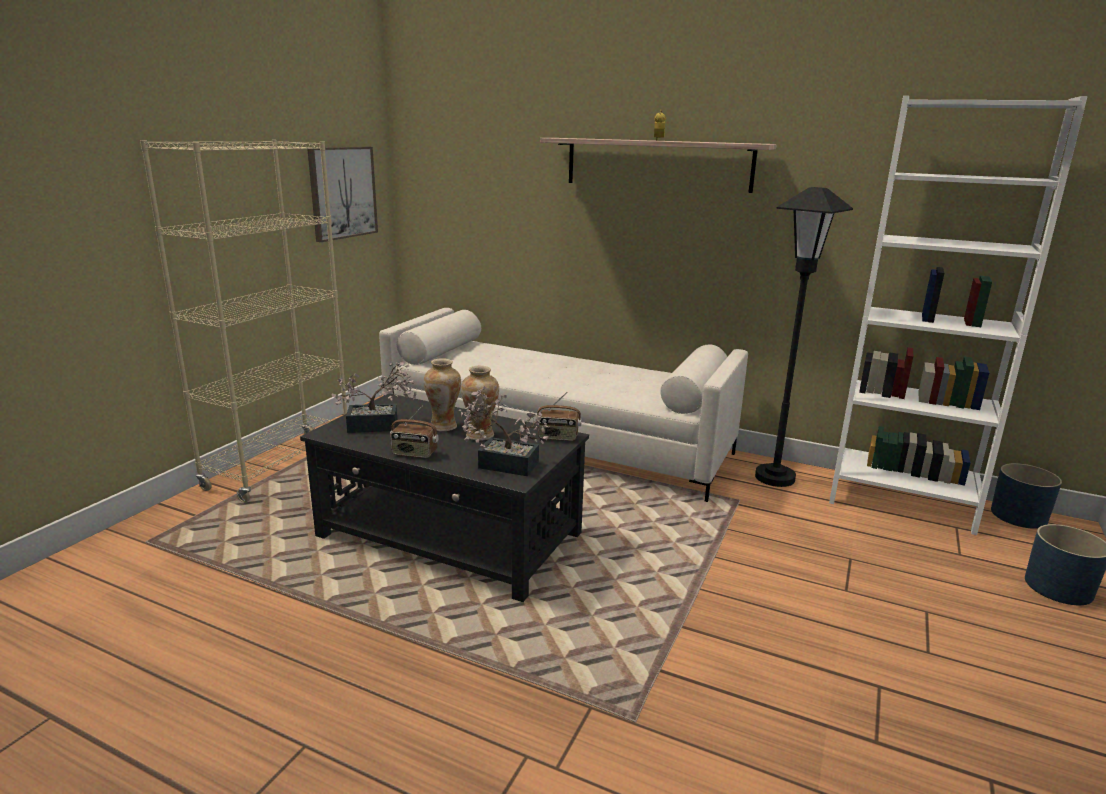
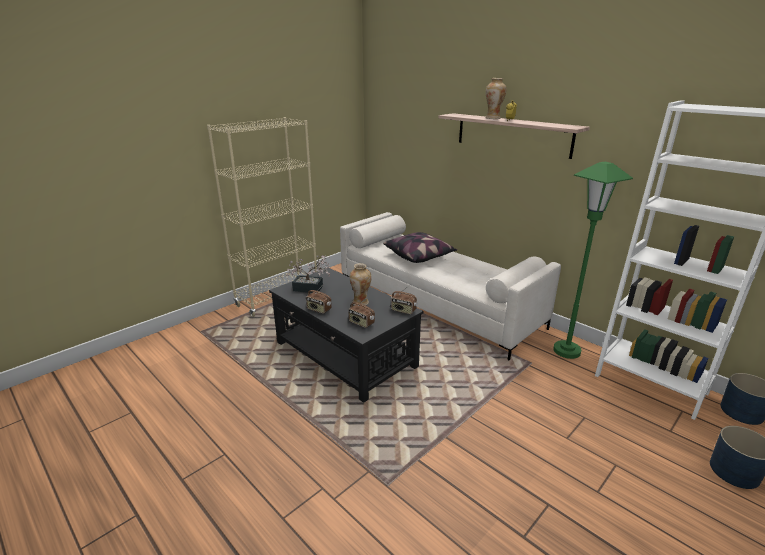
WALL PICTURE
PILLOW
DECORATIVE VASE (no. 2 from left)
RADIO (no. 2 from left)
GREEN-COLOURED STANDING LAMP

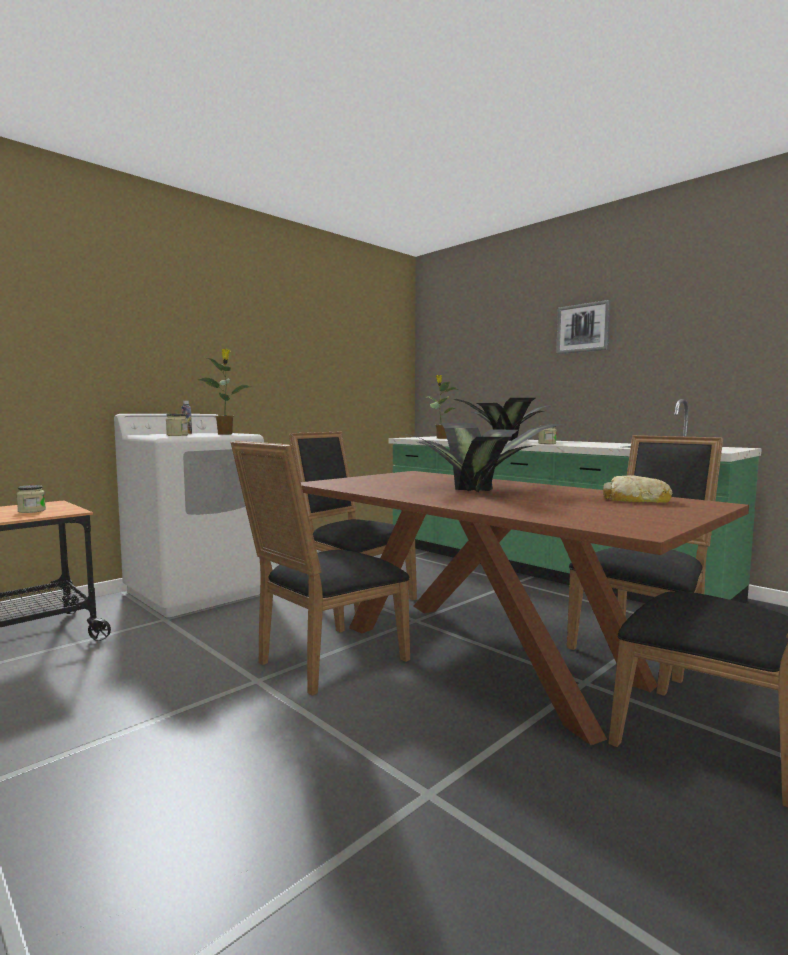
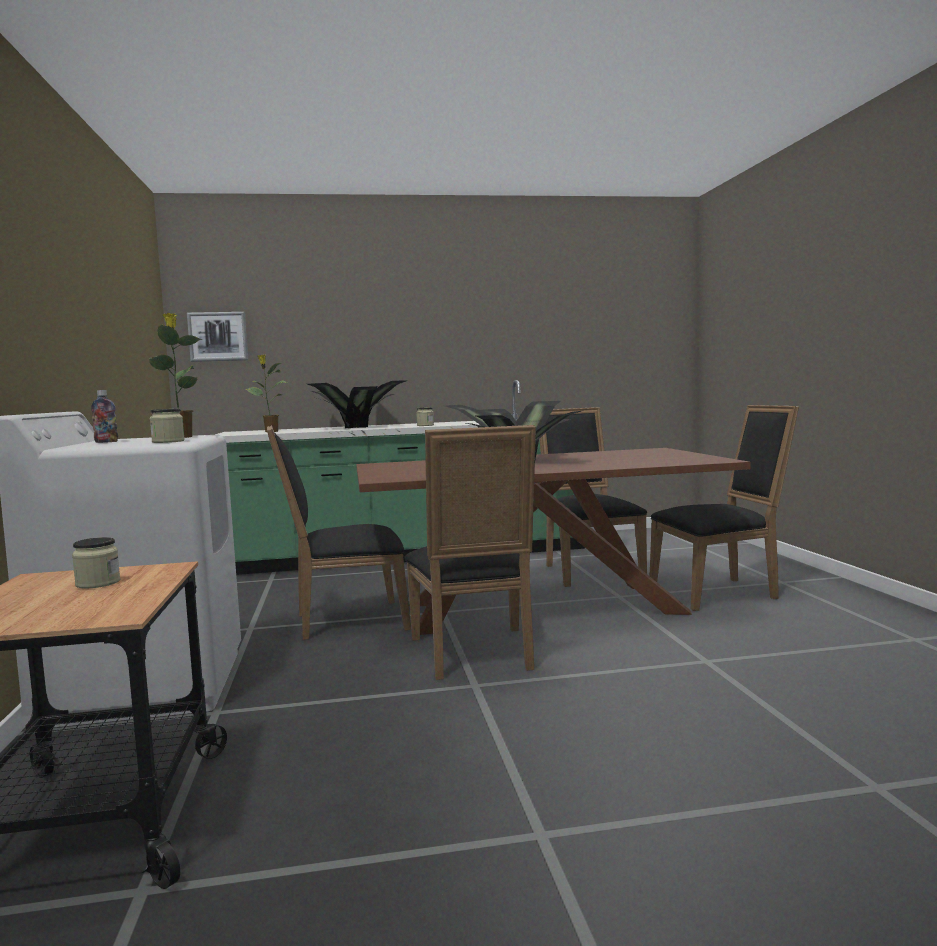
BAKED BREAD
WALL PICTURE

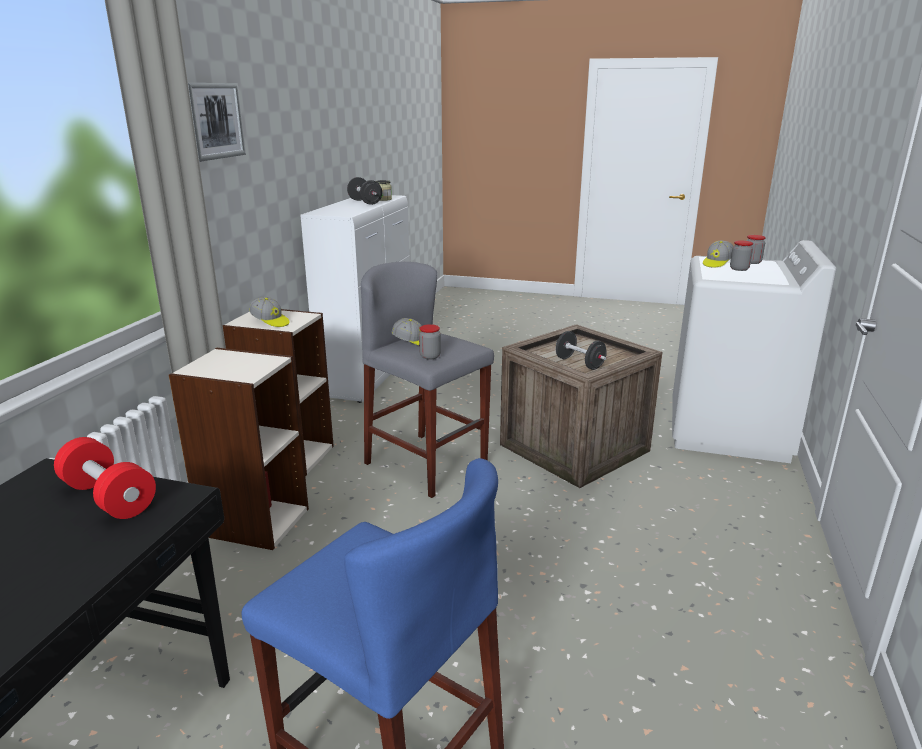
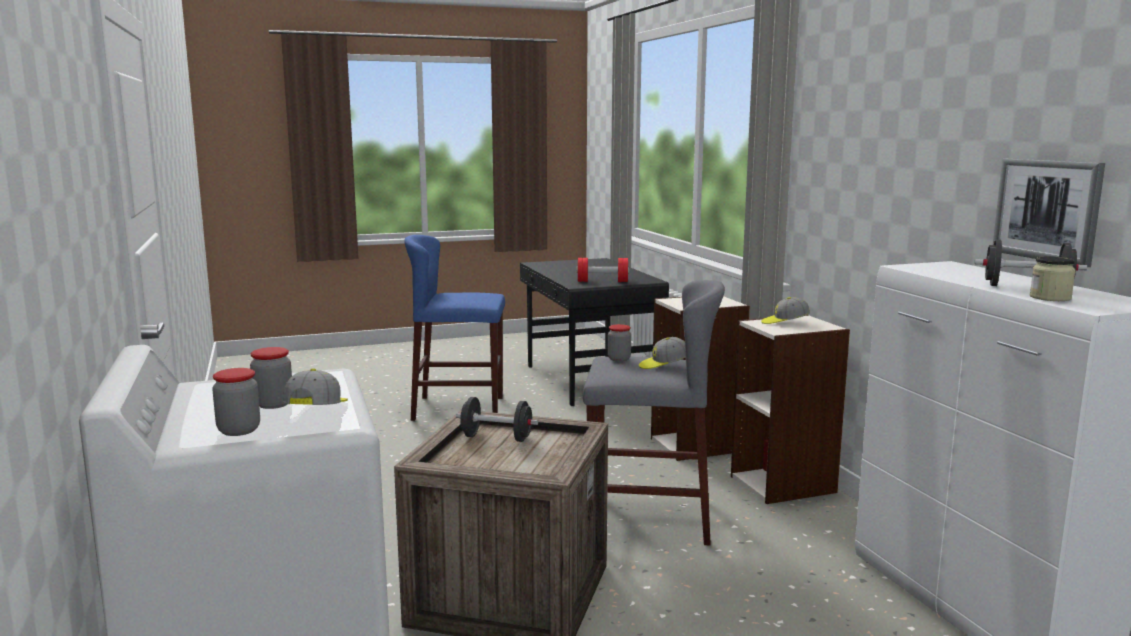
WALL PICTURE

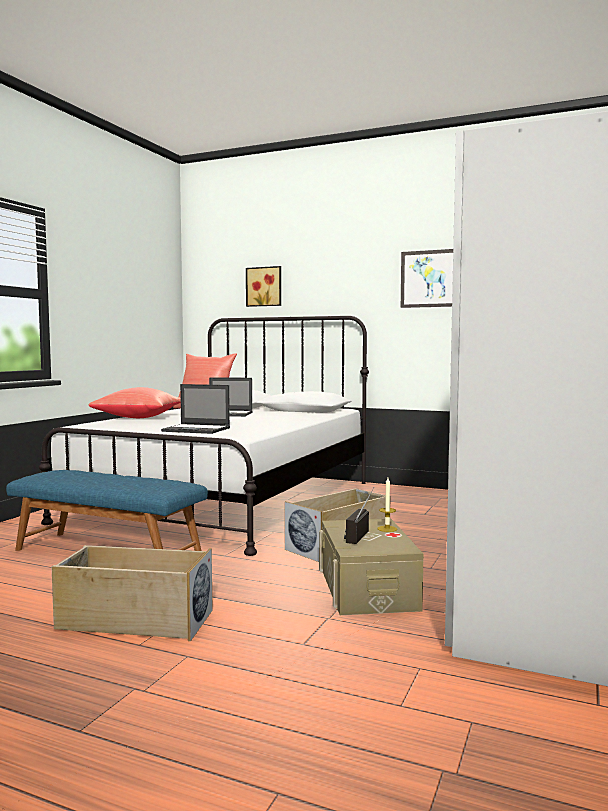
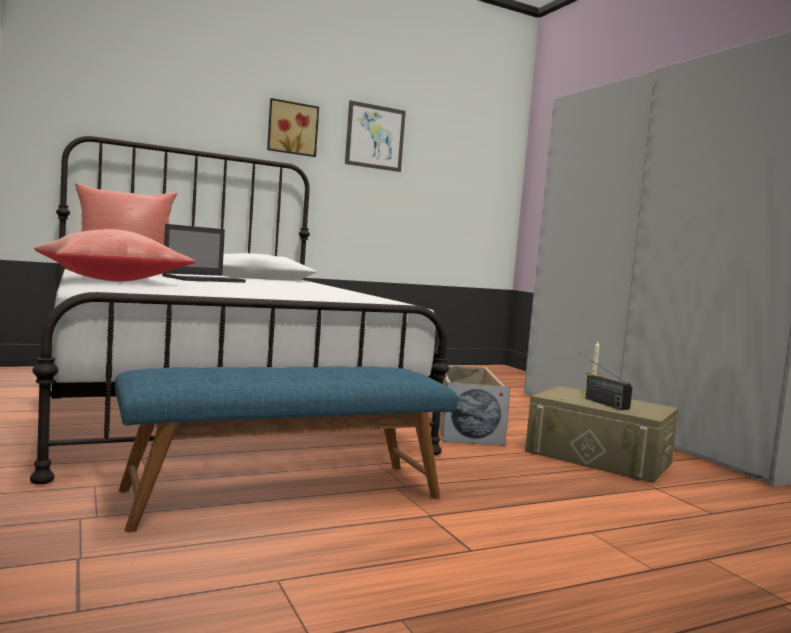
SAND-COLOURED STORAGE CONTAINER (no. 1 from left in the first image)
PORTABLE COMPUTER (no. 1 from left in the first image)
WALL PICTURE (no. 1 from left)

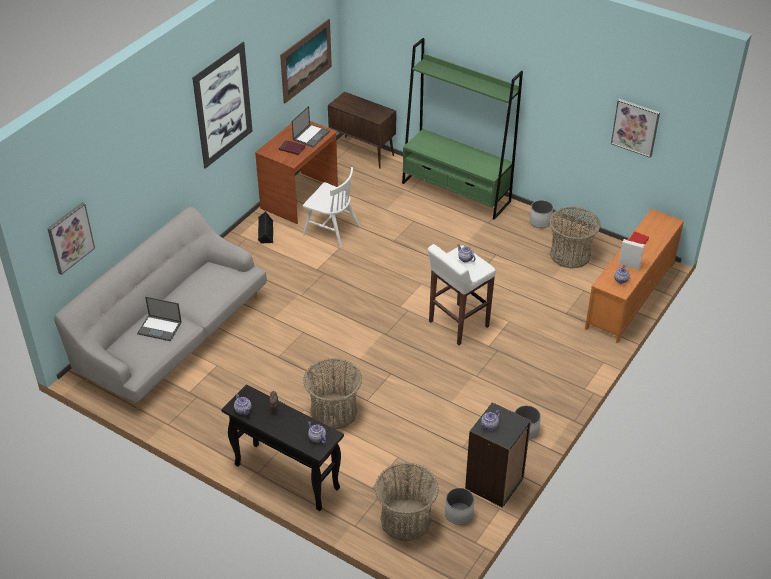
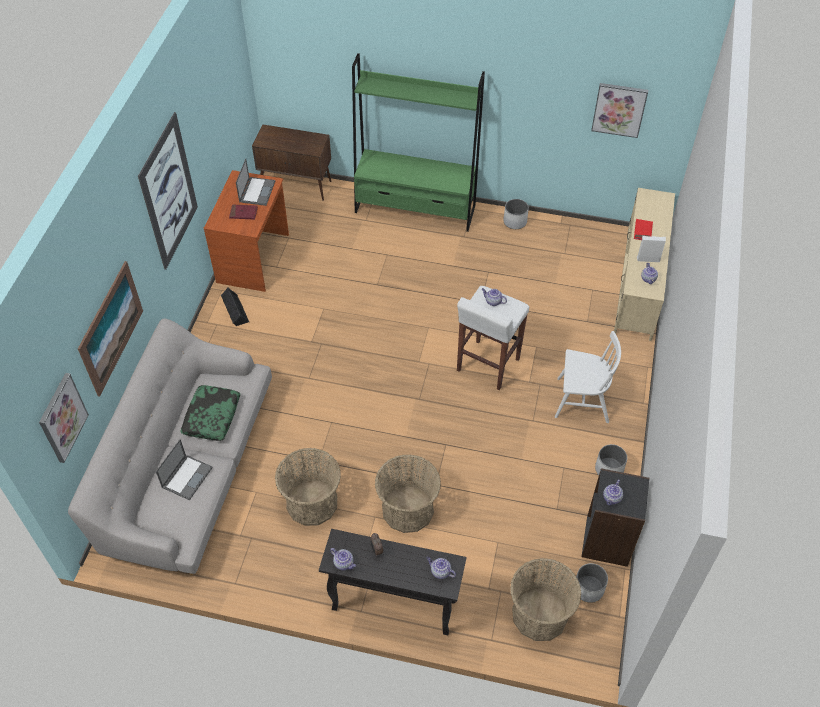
PILLOW
WALL PICTURE (no. 2 from left)
WHITISH CHAIR
HOUSEHOLD BASKET (no. 1 from left)
SAND-COLOURED MEDIA CONSOLE
PORTABLE COMPUTER (no. 1 from left)

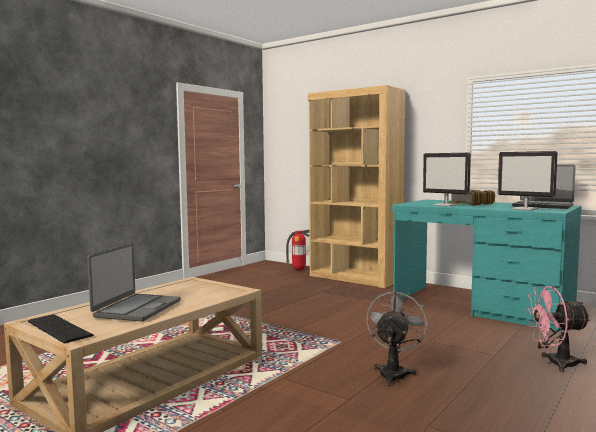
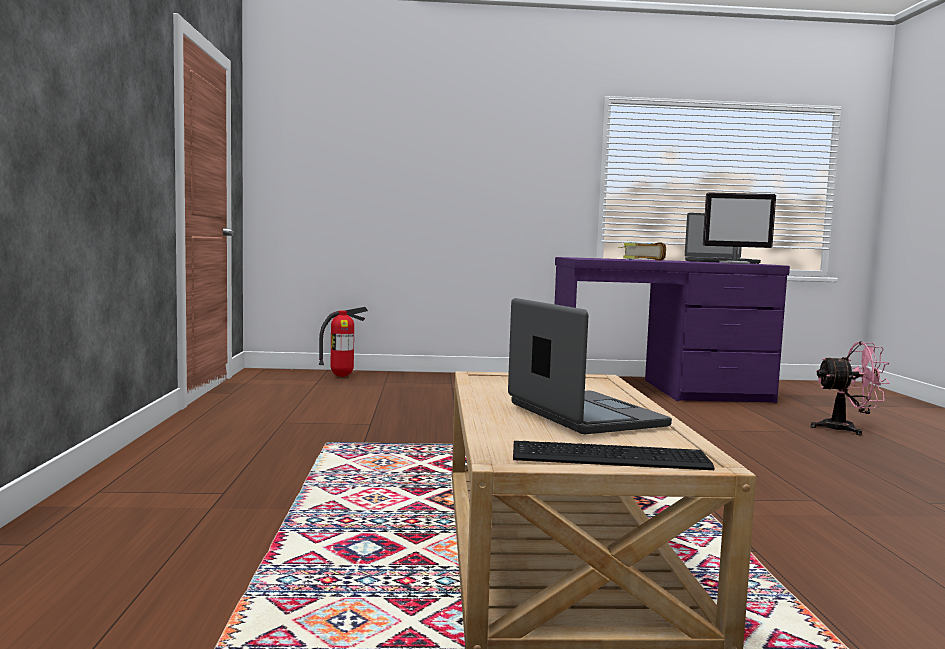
BROWN BOOKCASE
GREYISH COOLING FAN
MONITOR (no. 1 from left in the first image)
PURPLISH DESK TABLE
PINK COOLING FAN

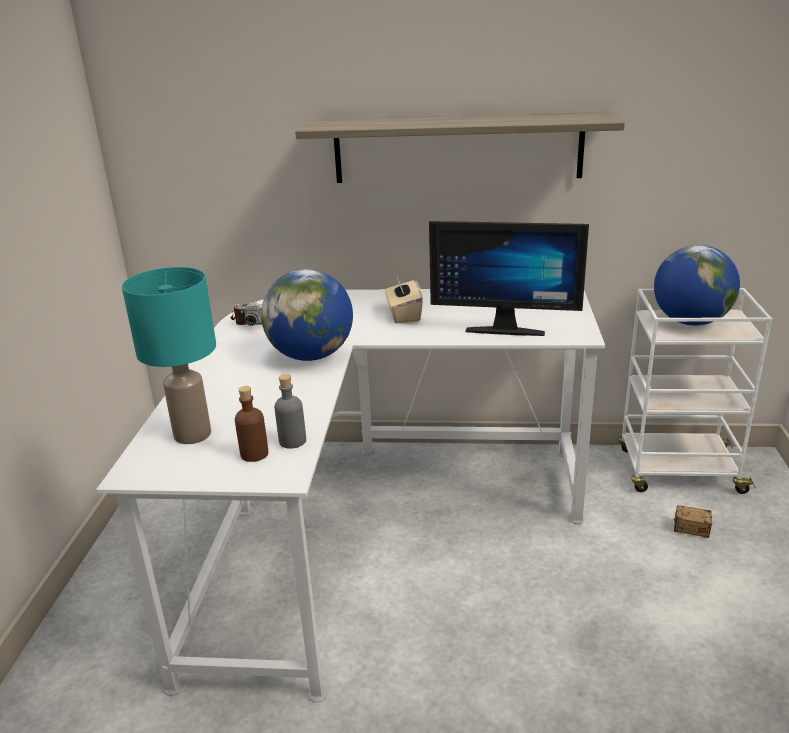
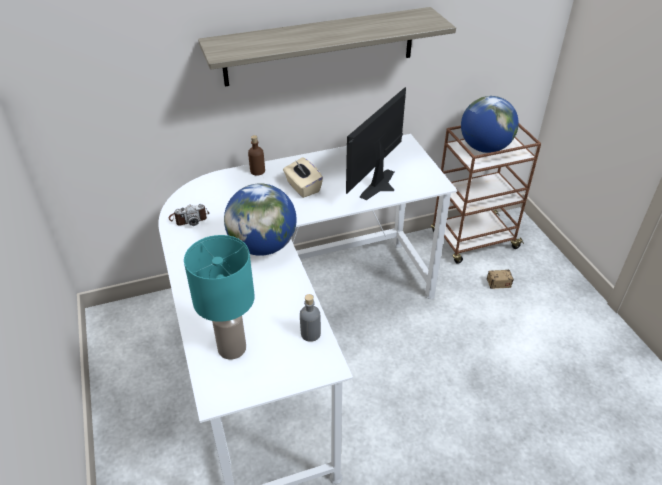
BROWN BEVERAGE BOTTLE
BROWN CART
MONITOR

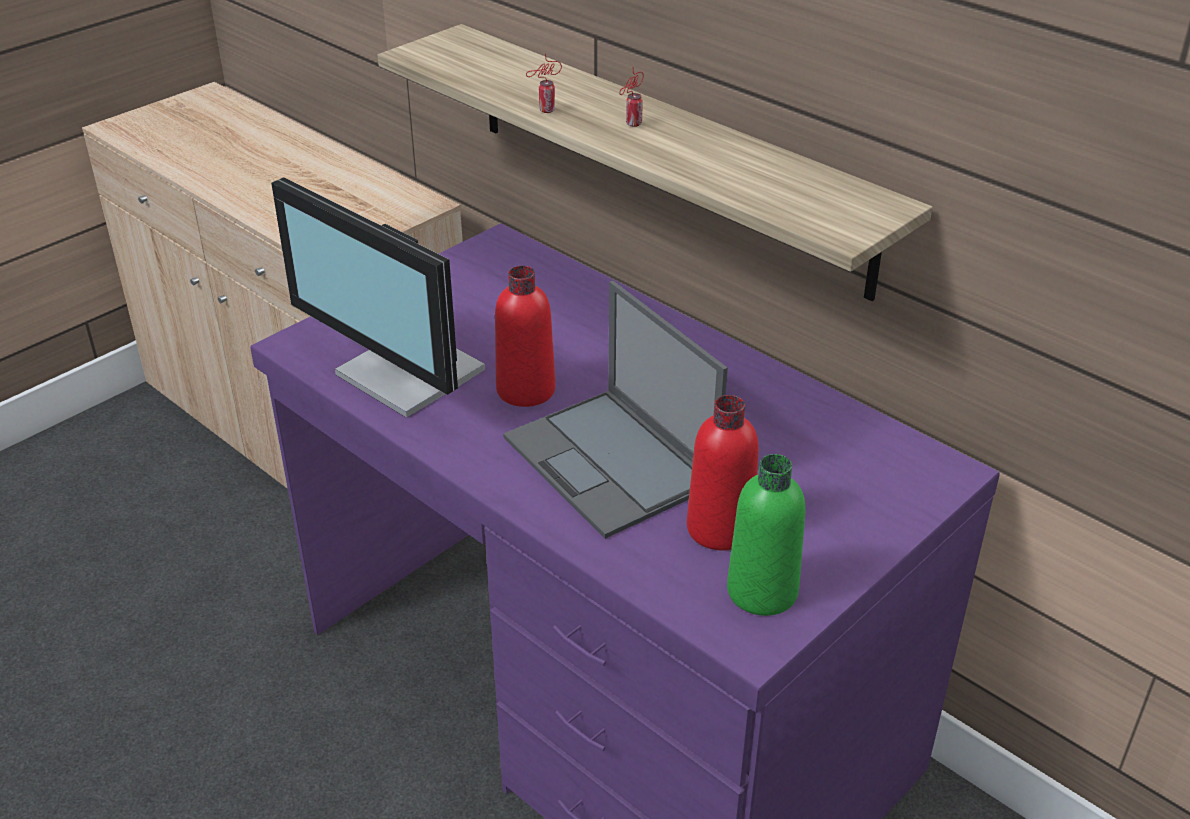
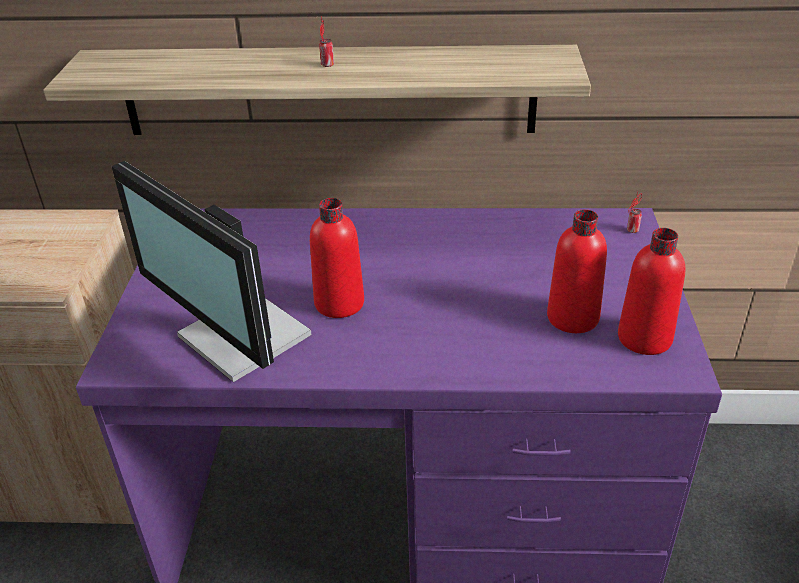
PORTABLE COMPUTER
SEALED CAN (no. 2 from left)
RED BEVERAGE BOTTLE (no. 3 from left)
MONITOR

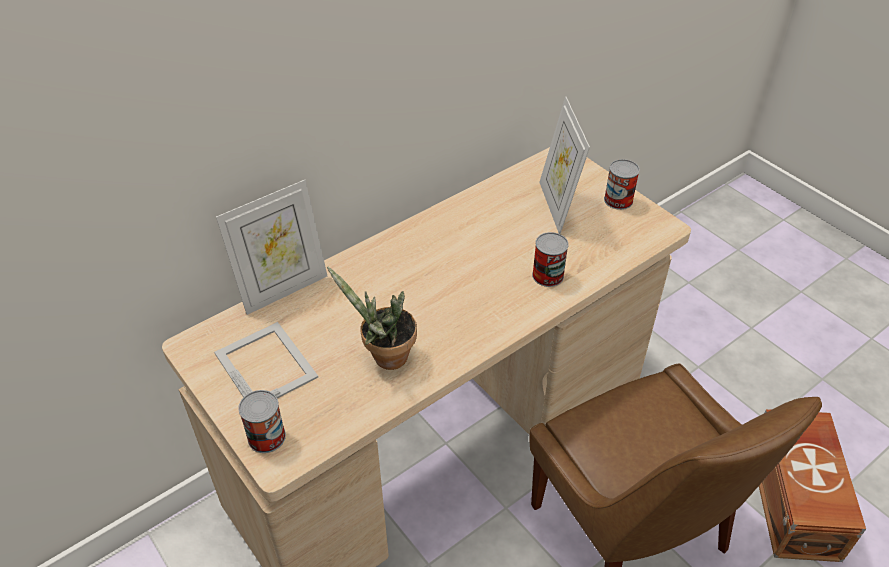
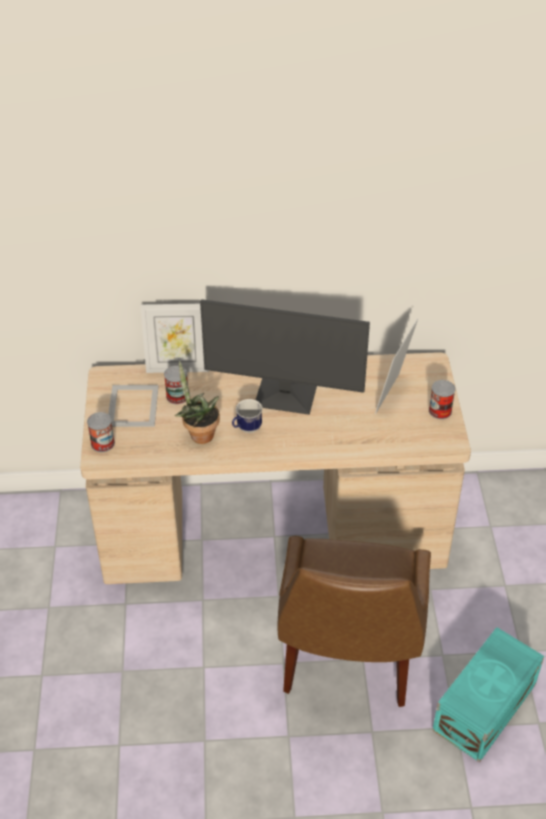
MONITOR
MUG
SEALED CAN (no. 2 from left)
TURQUOISE STORAGE CONTAINER

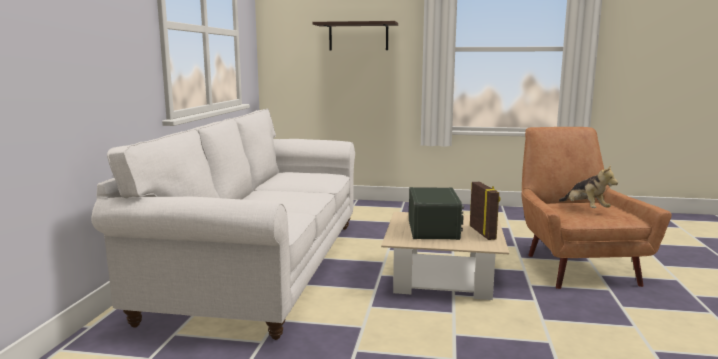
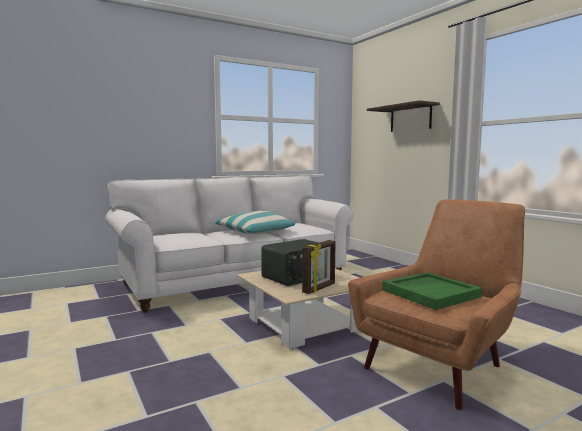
PILLOW
GREEN-COLOURED SERVING TRAY

